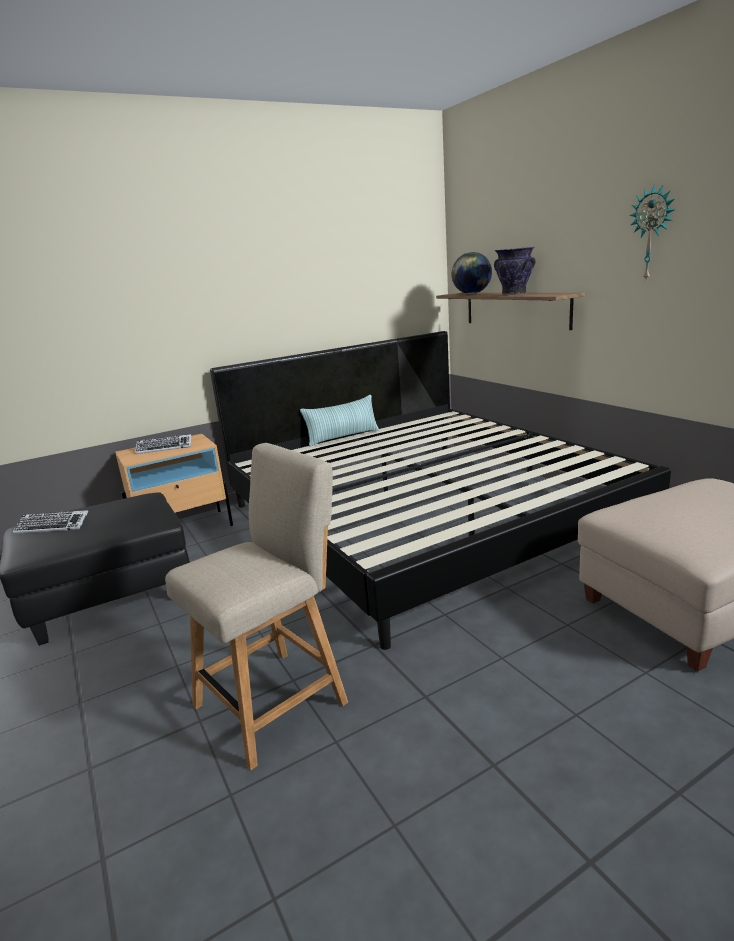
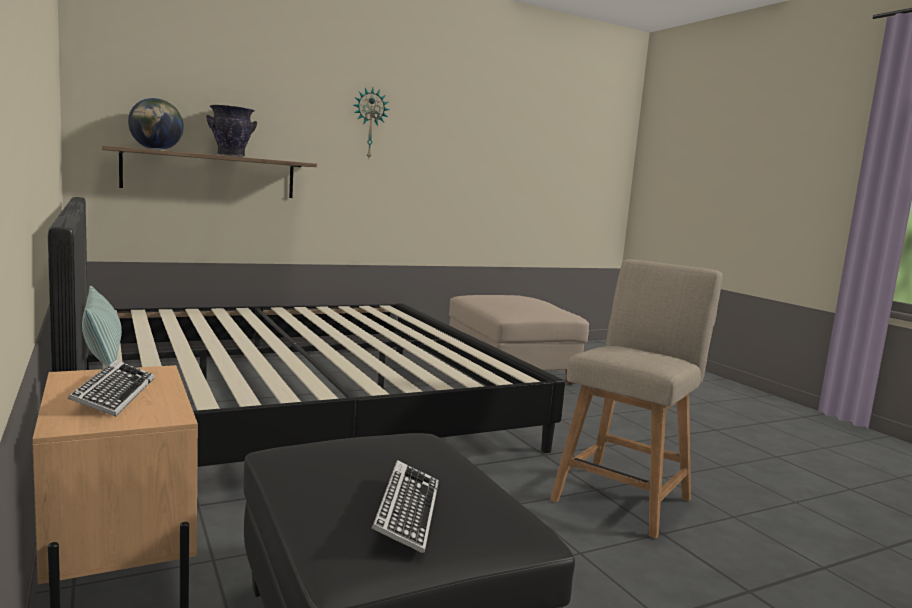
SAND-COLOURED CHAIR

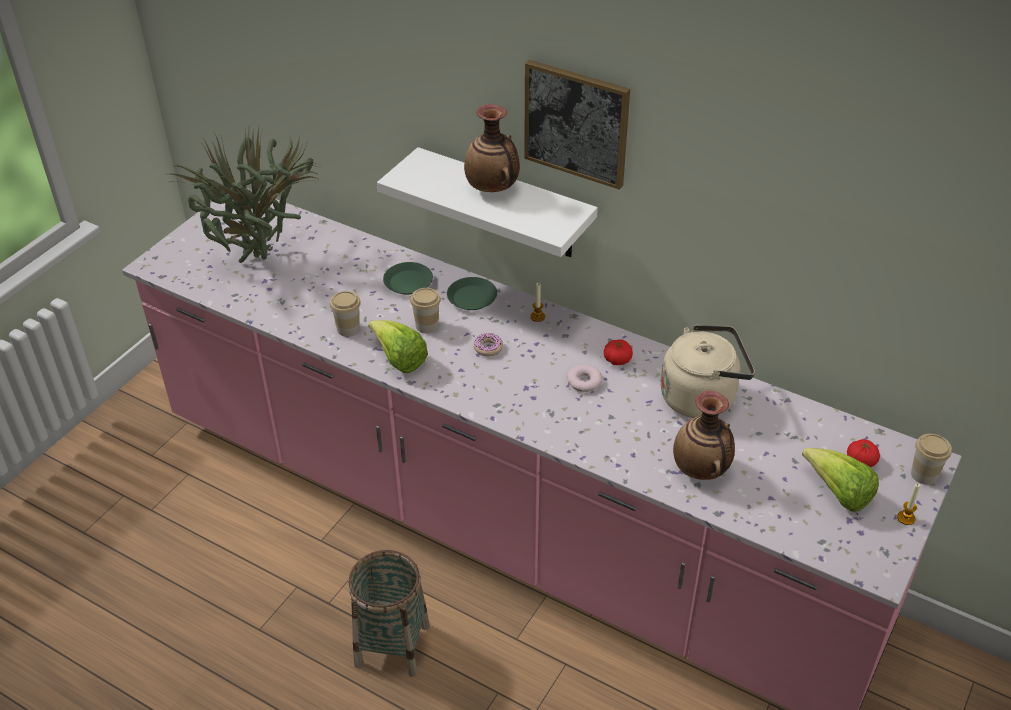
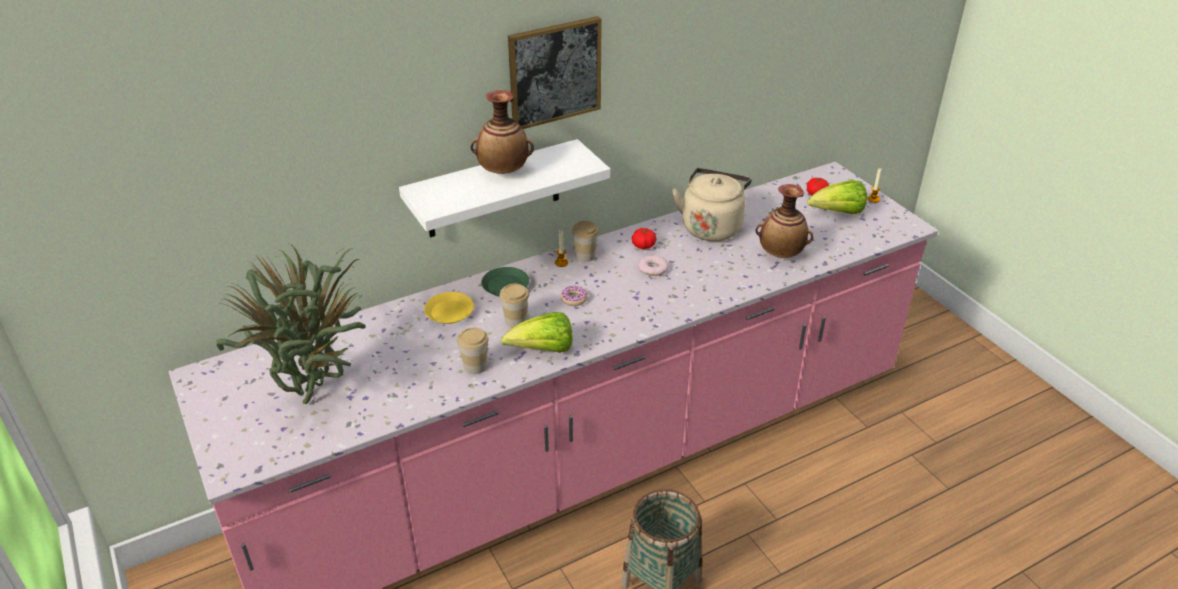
CUP (no. 3 from left)
YELLOW-COLOURED DINNER PLATE

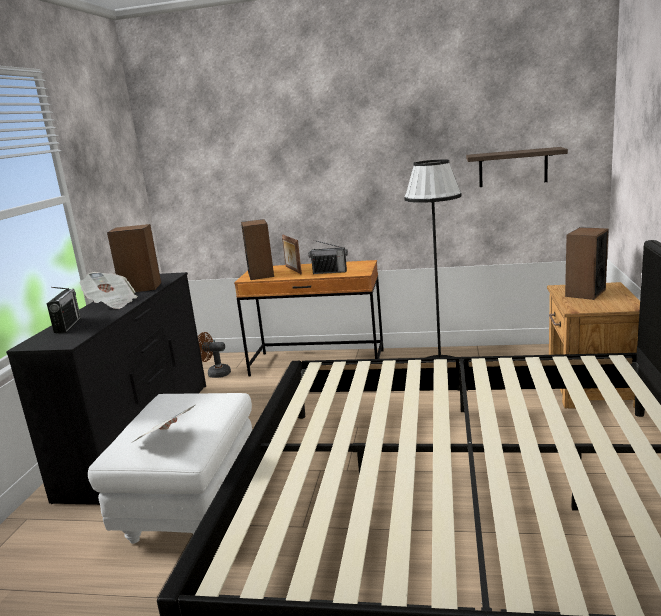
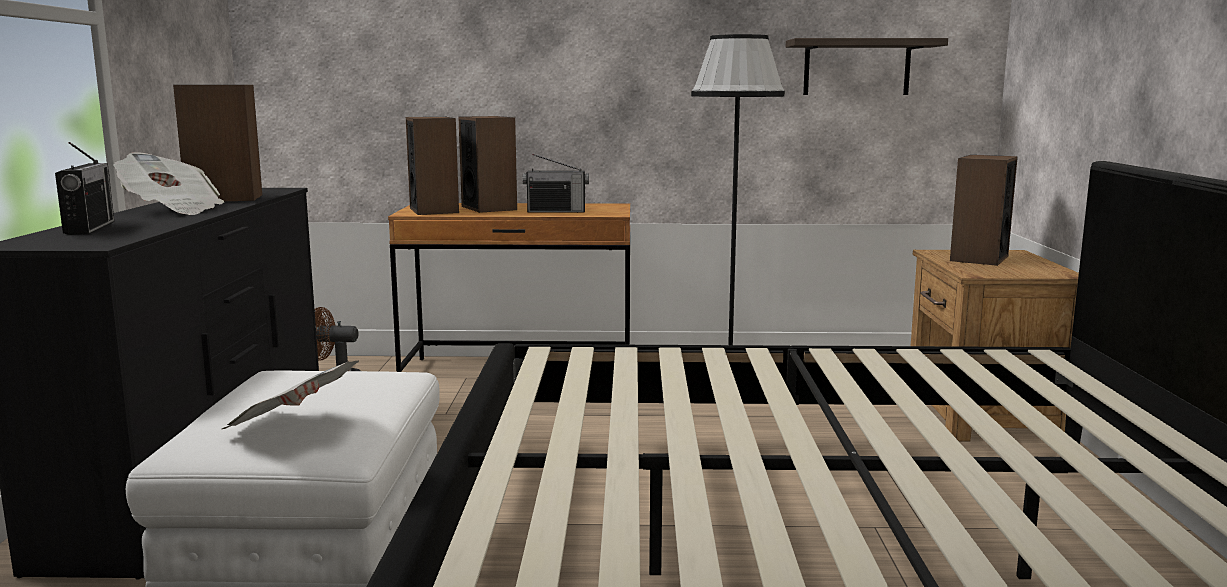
LOUDSPEAKER (no. 3 from left)

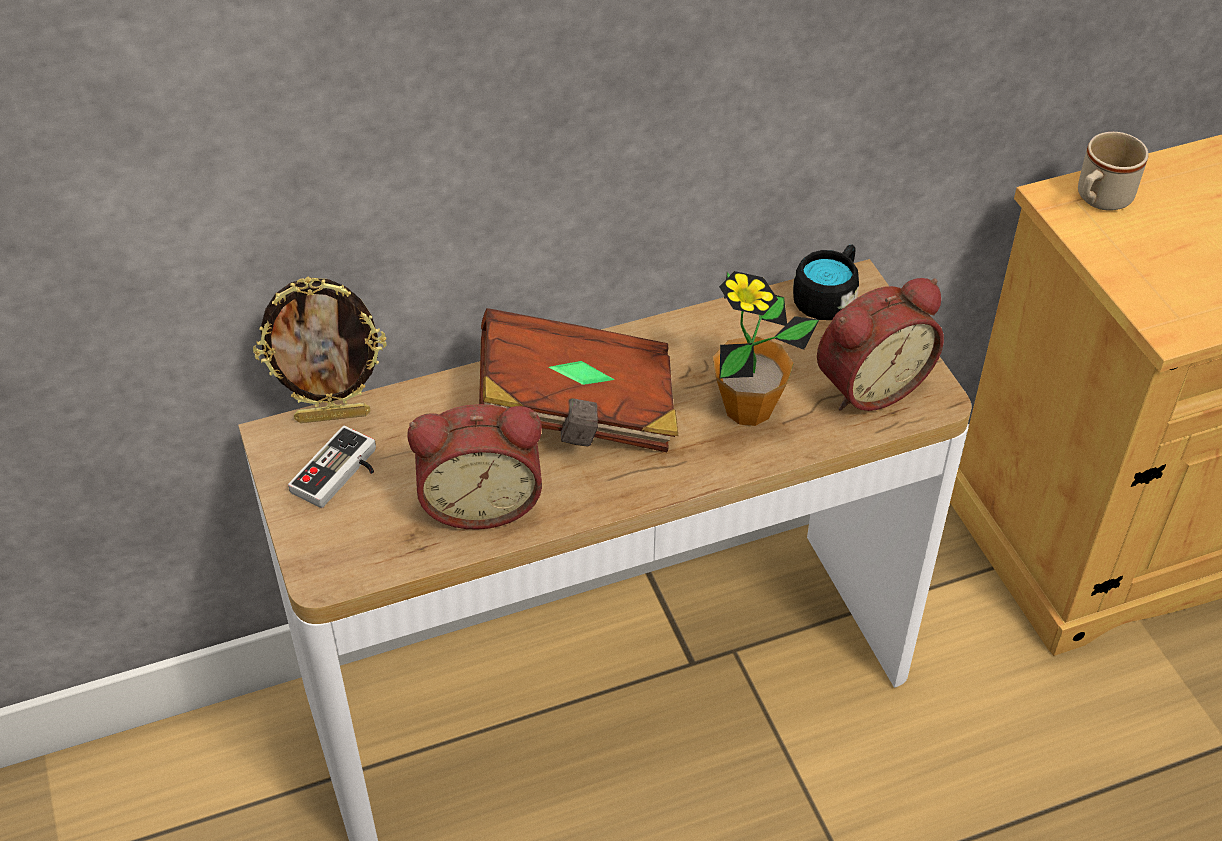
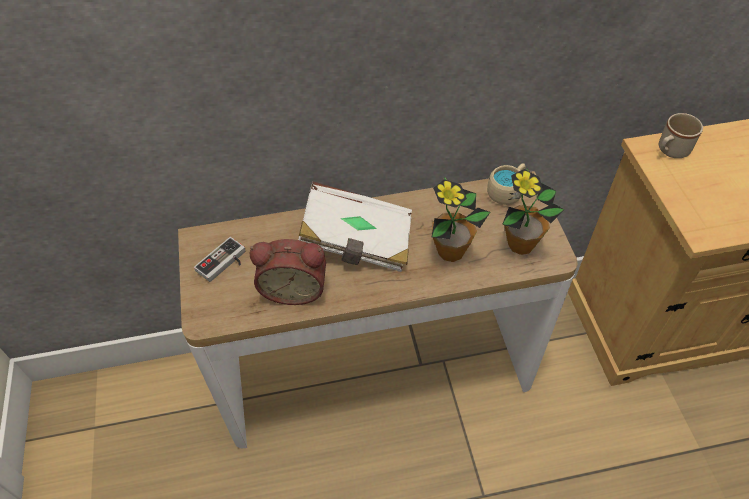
PHOTO FRAME
PLANT IN A POT (no. 2 from left)
WHITISH BOUND BOOK
SAND-COLOURED MUG (no. 1 from left)

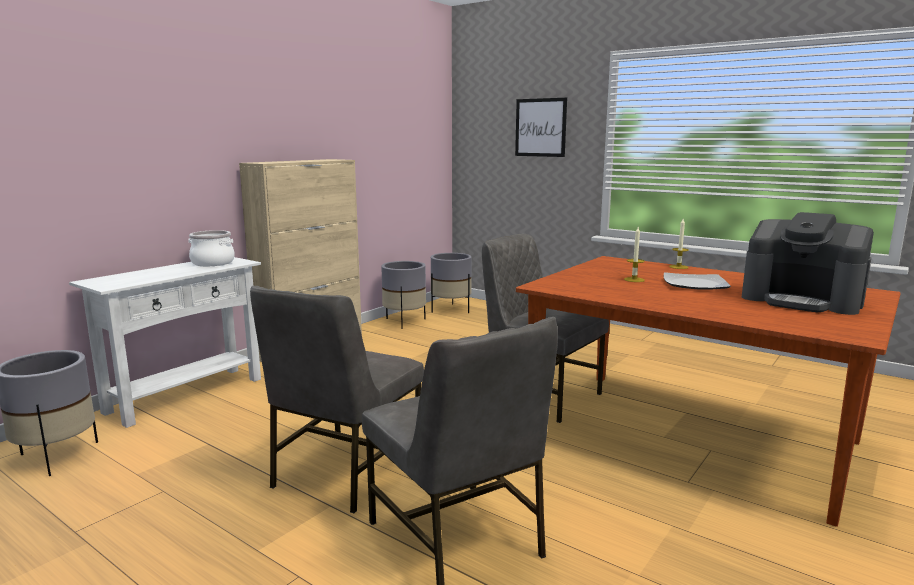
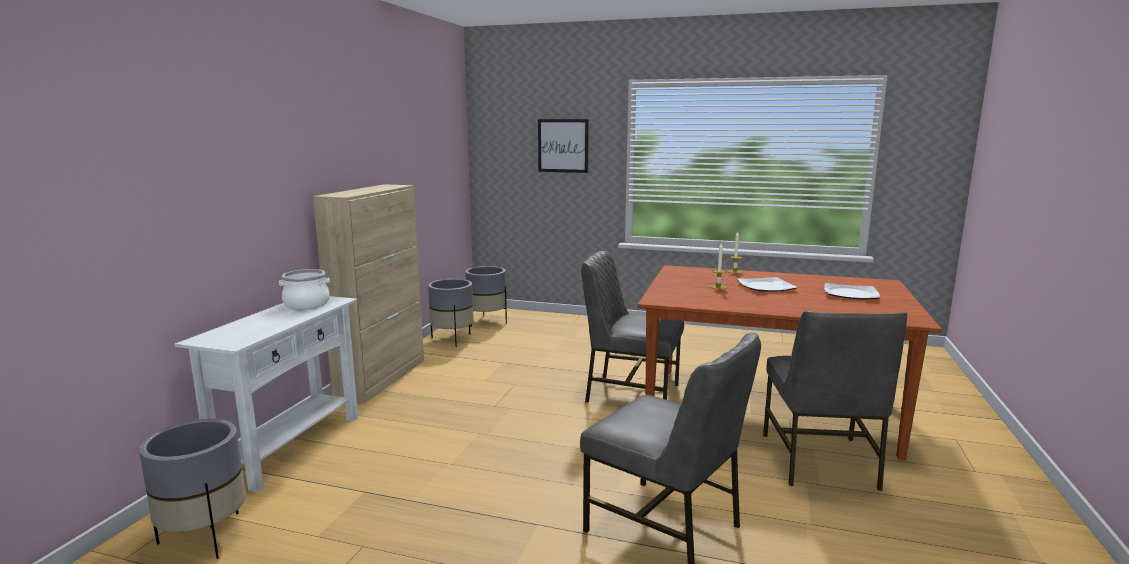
GREYISH CHAIR (no. 3 from left)
DINNER PLATE (no. 2 from left)

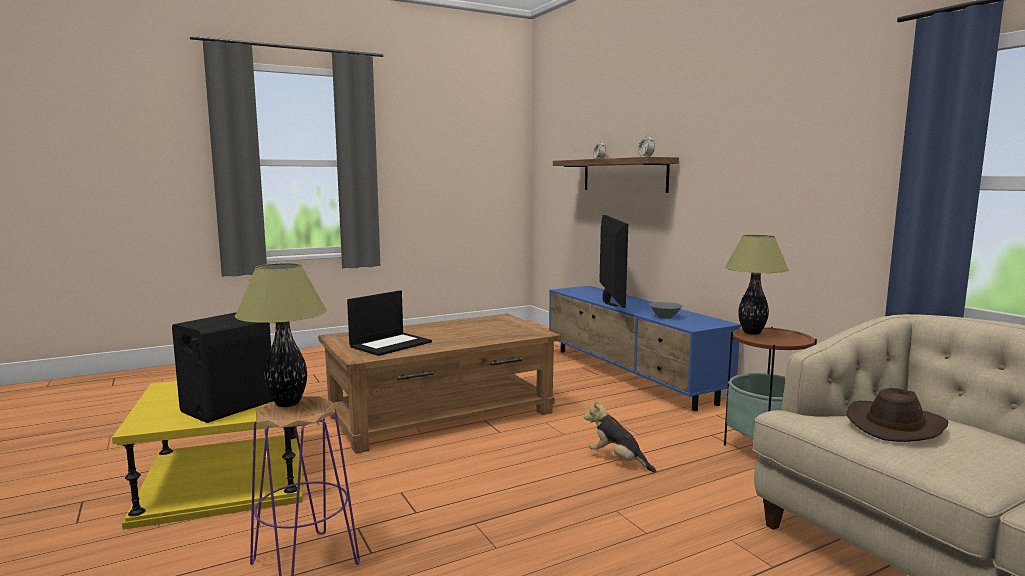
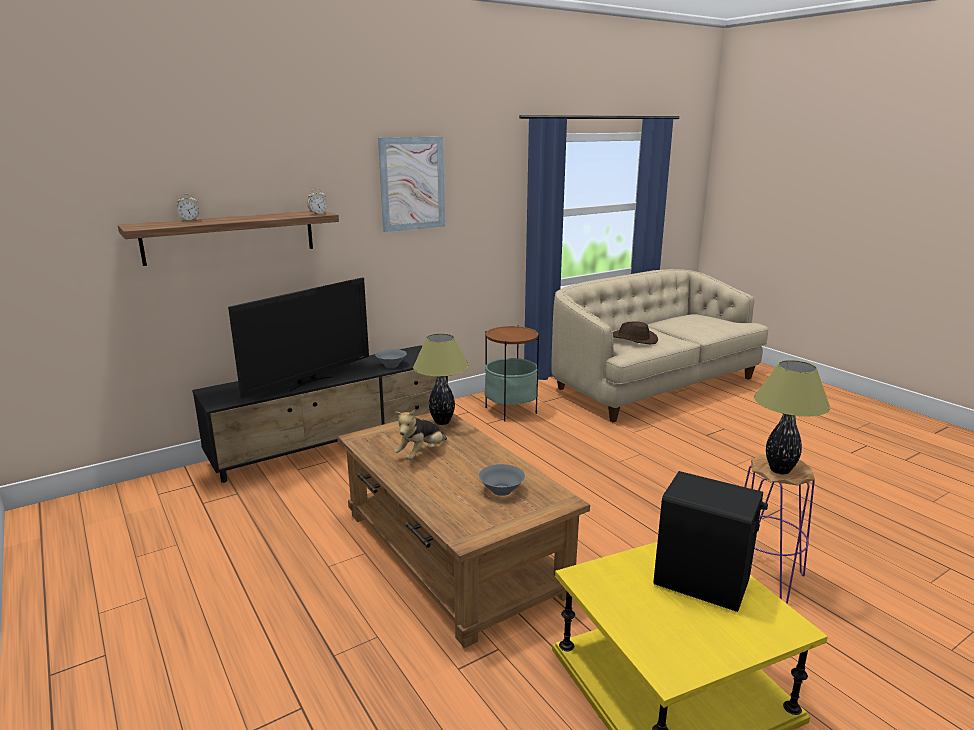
WALL PICTURE
CUDDLY TOY
TABLETOP LAMP (no. 1 from left)
GREYISH BOWL (no. 2 from left)
BLACK-COLOURED MEDIA CONSOLE
TELEVISION

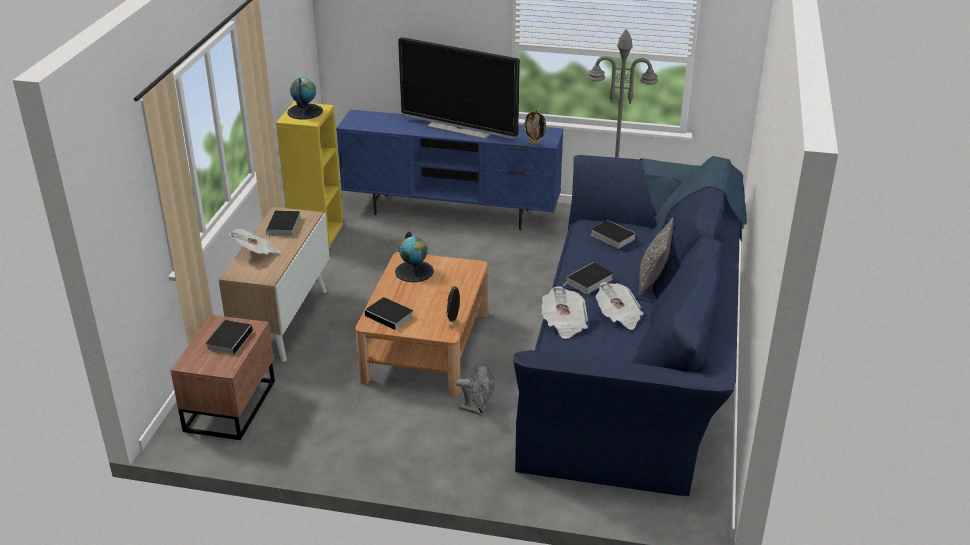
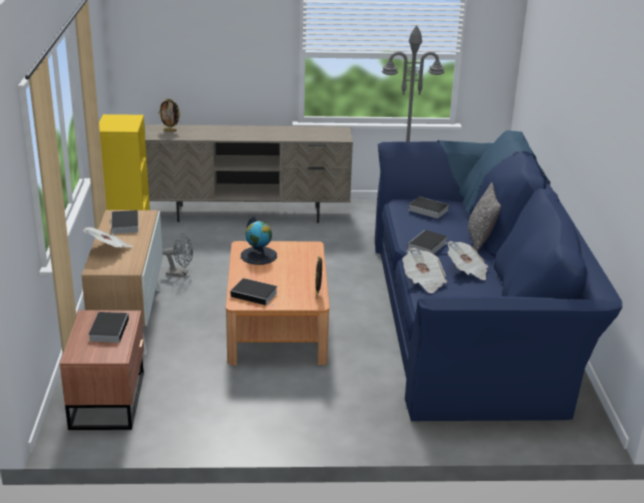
GLOBE (no. 1 from left in the first image)
TELEVISION
GREYISH COOLING FAN
PHOTO FRAME (no. 1 from left)
SAND-COLOURED MEDIA CONSOLE

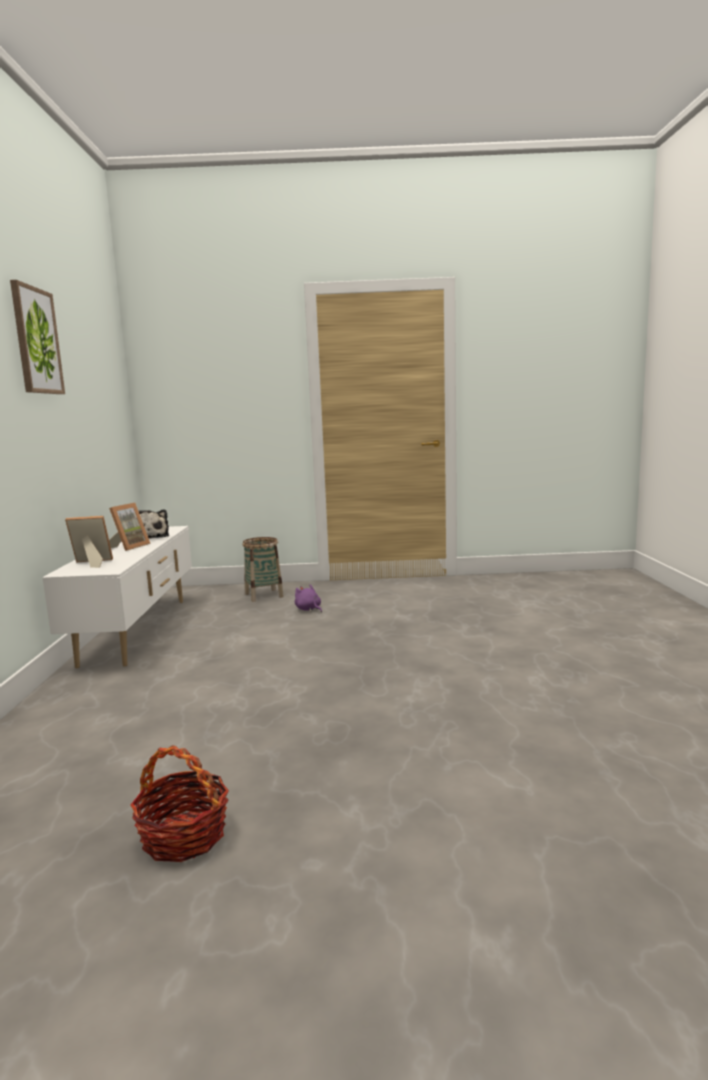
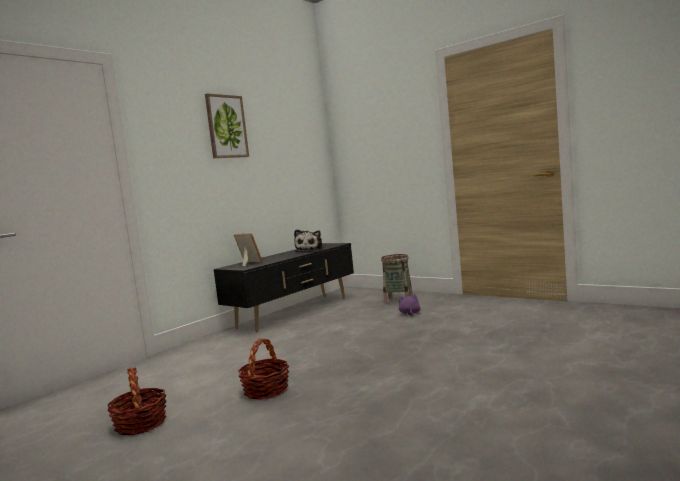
PHOTO FRAME (no. 2 from left in the first image)
HOUSEHOLD BASKET (no. 2 from left)
BLACK-COLOURED MEDIA CONSOLE

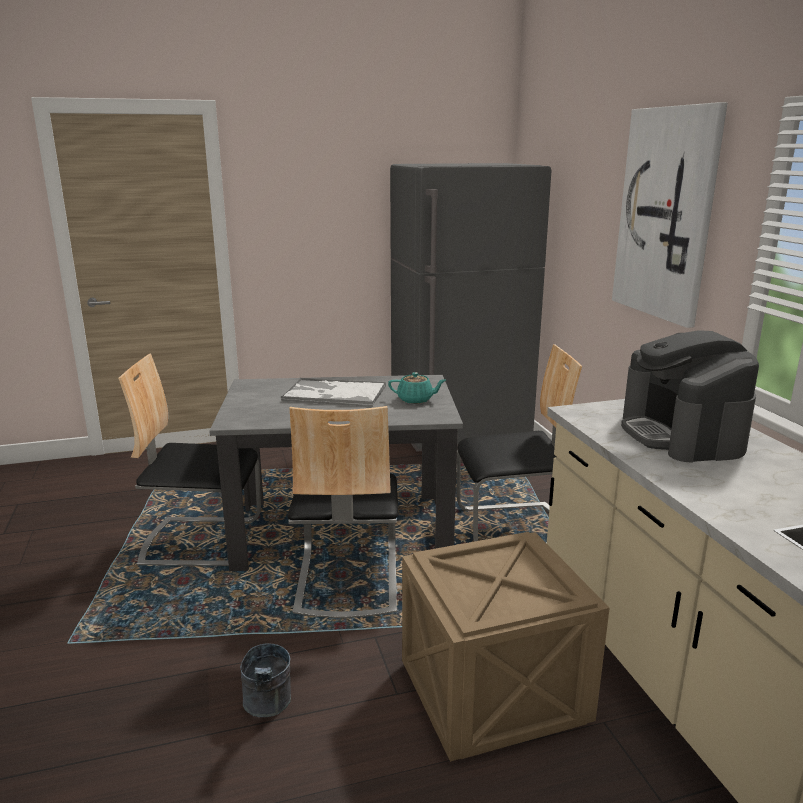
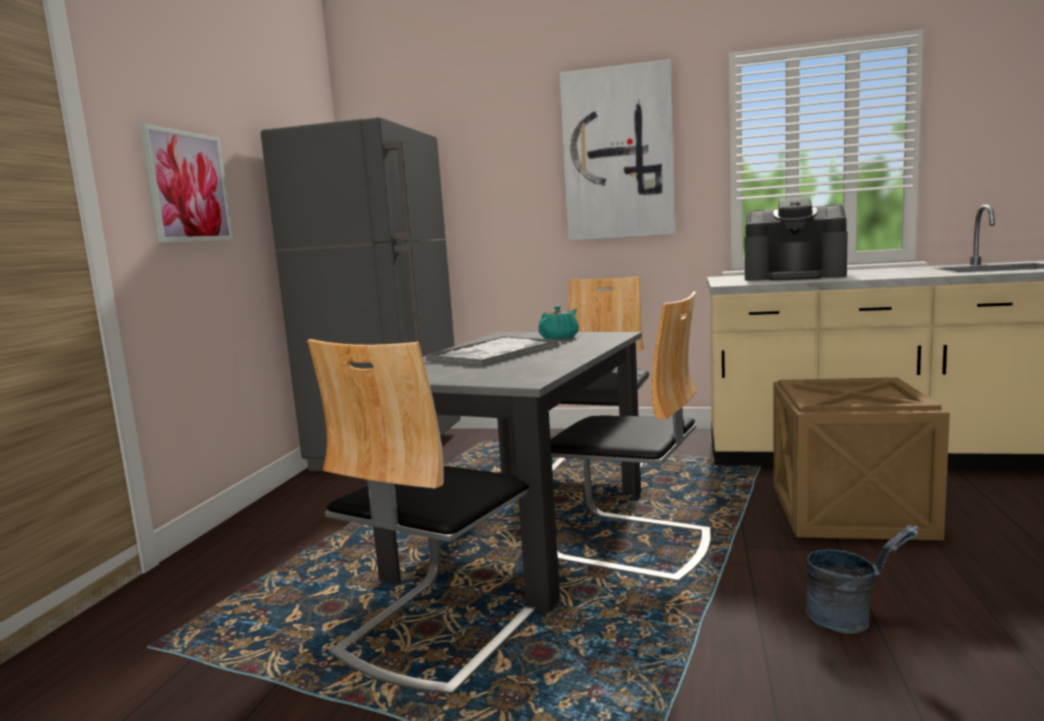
WALL PICTURE (no. 1 from left)

